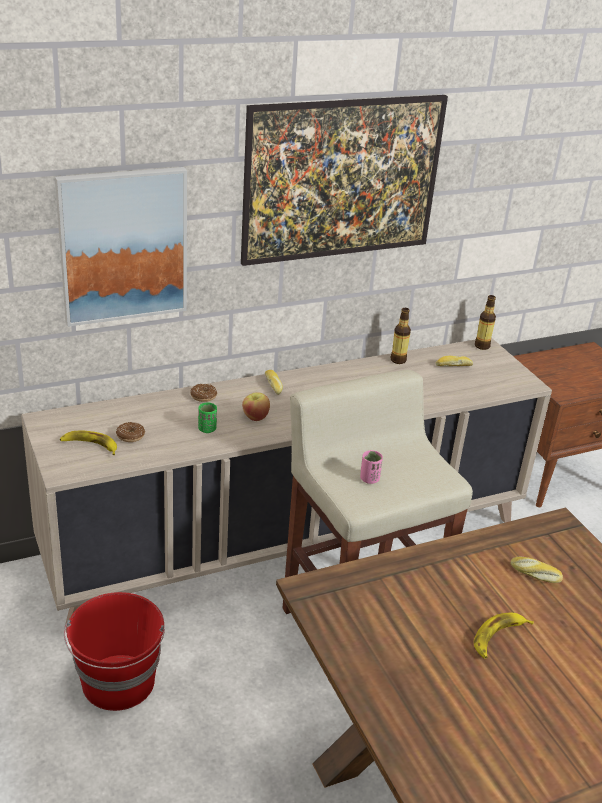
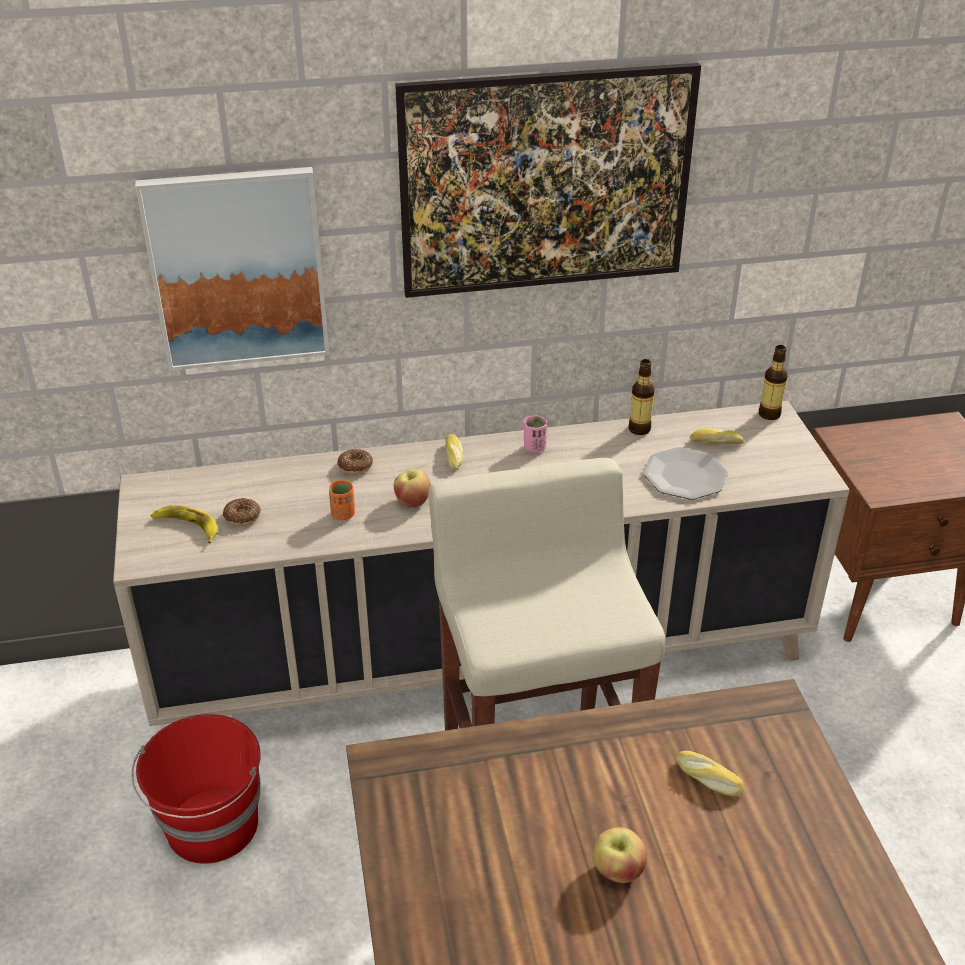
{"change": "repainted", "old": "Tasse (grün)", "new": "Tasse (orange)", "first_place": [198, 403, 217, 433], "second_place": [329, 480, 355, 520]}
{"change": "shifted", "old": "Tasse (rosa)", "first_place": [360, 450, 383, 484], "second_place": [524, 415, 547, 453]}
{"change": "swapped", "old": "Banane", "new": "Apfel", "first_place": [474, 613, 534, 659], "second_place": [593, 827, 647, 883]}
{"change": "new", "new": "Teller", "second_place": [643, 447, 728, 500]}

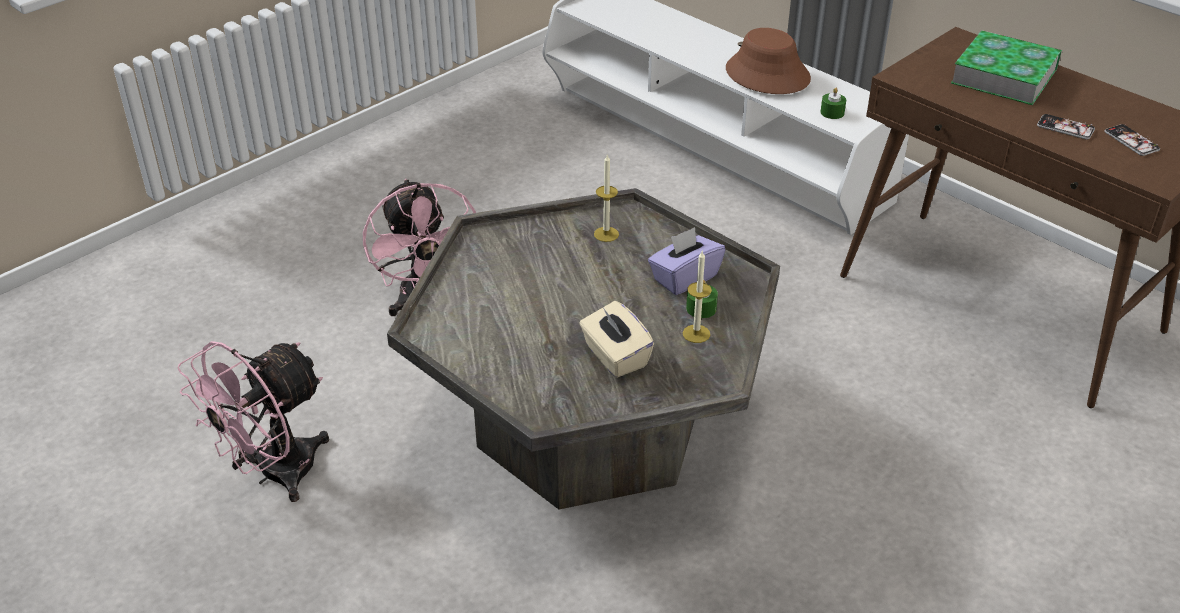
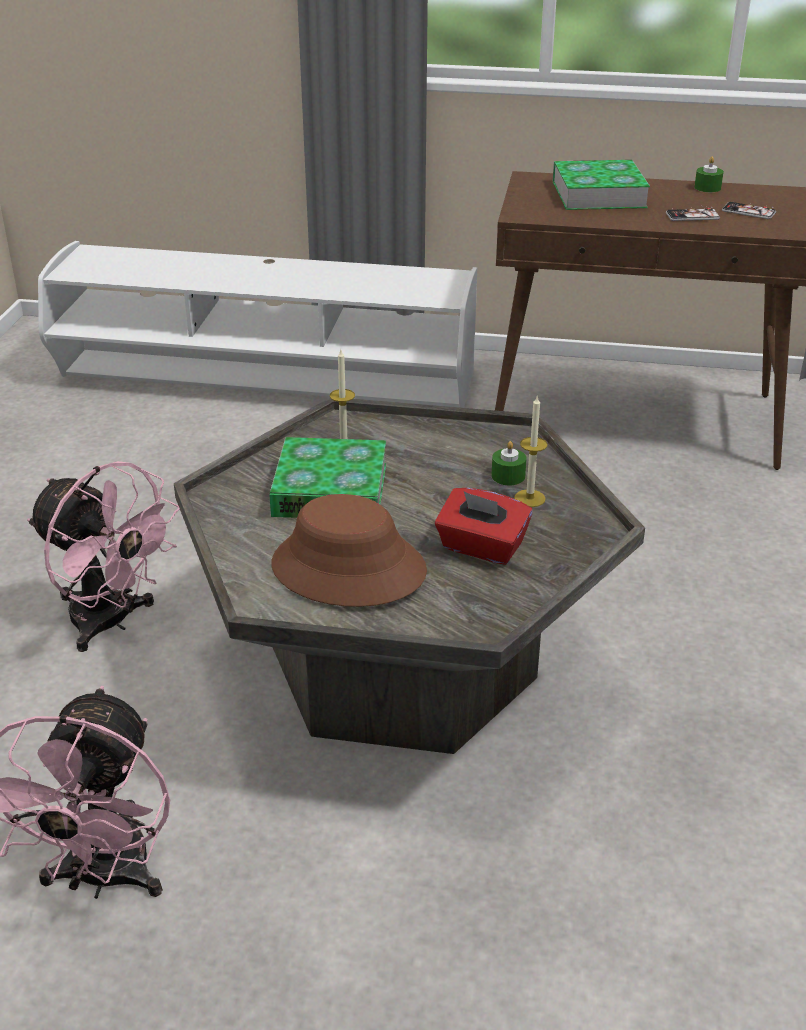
{"change": "shifted", "old": "Hut (braun)", "first_place": [726, 28, 811, 94], "second_place": [272, 494, 427, 607]}
{"change": "shifted", "old": "Kerze (grün)", "first_place": [820, 88, 846, 119], "second_place": [694, 157, 724, 192]}
{"change": "gone", "old": "Taschentuchbox (lila)", "first_place": [648, 227, 725, 295]}
{"change": "repainted", "old": "Taschentuchbox (beige)", "new": "Taschentuchbox (rot)", "first_place": [579, 301, 654, 378], "second_place": [435, 488, 533, 565]}
{"change": "new", "new": "Buch", "second_place": [269, 437, 386, 518]}

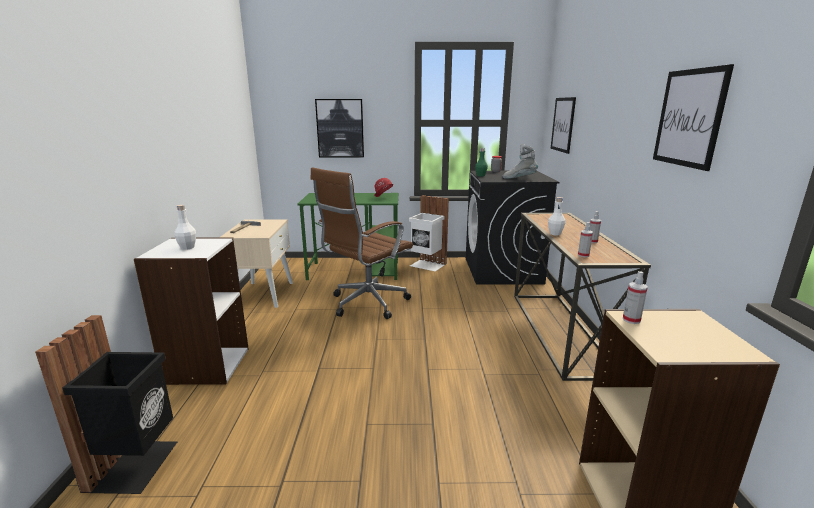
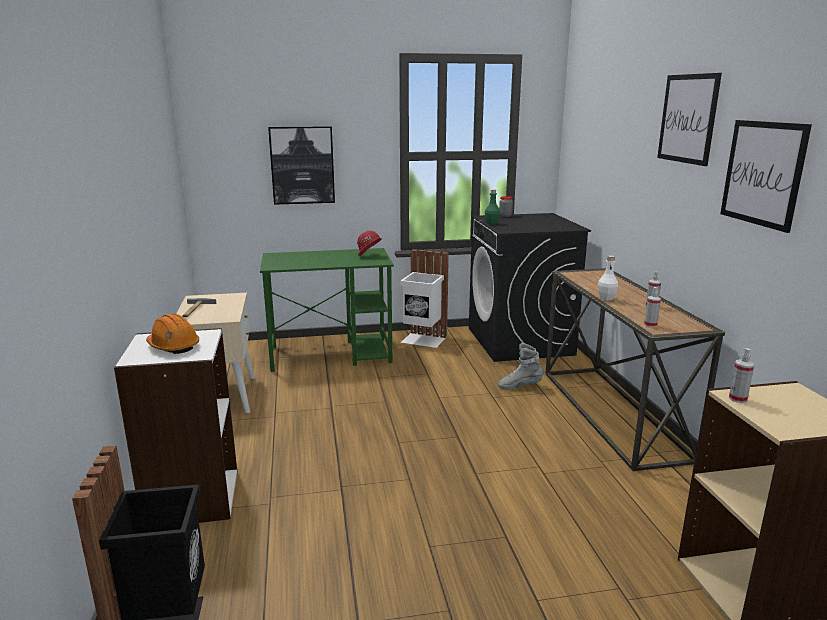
{"change": "shifted", "old": "Bild", "first_place": [550, 97, 576, 154], "second_place": [657, 73, 722, 166]}
{"change": "shifted", "old": "Stiefel (grau)", "first_place": [503, 144, 538, 179], "second_place": [498, 343, 544, 389]}
{"change": "gone", "old": "Bürostuhl (braun)", "first_place": [310, 167, 413, 319]}
{"change": "swapped", "old": "Flasche (weiß)", "new": "Schutzhelm (orange)", "first_place": [174, 205, 196, 250], "second_place": [146, 314, 199, 354]}

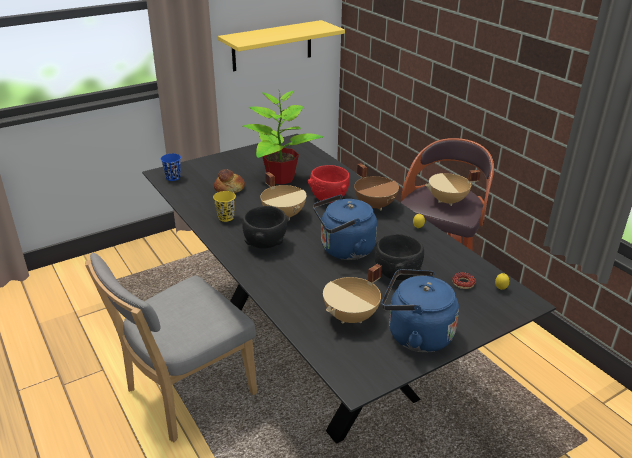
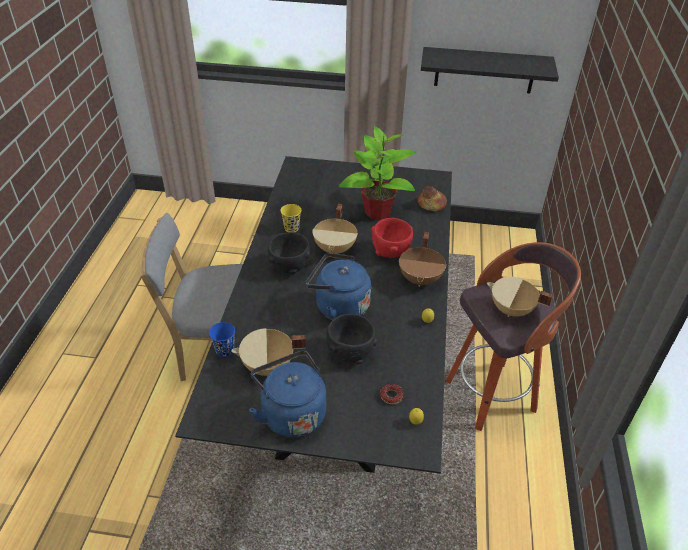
{"change": "repainted", "old": "Wandregal (gelb)", "new": "Wandregal (schwarz)", "first_place": [218, 20, 345, 71], "second_place": [421, 47, 559, 93]}
{"change": "shifted", "old": "Tasse (blau)", "first_place": [161, 154, 181, 181], "second_place": [209, 322, 235, 357]}
{"change": "shifted", "old": "Brot", "first_place": [214, 169, 245, 193], "second_place": [418, 186, 447, 211]}

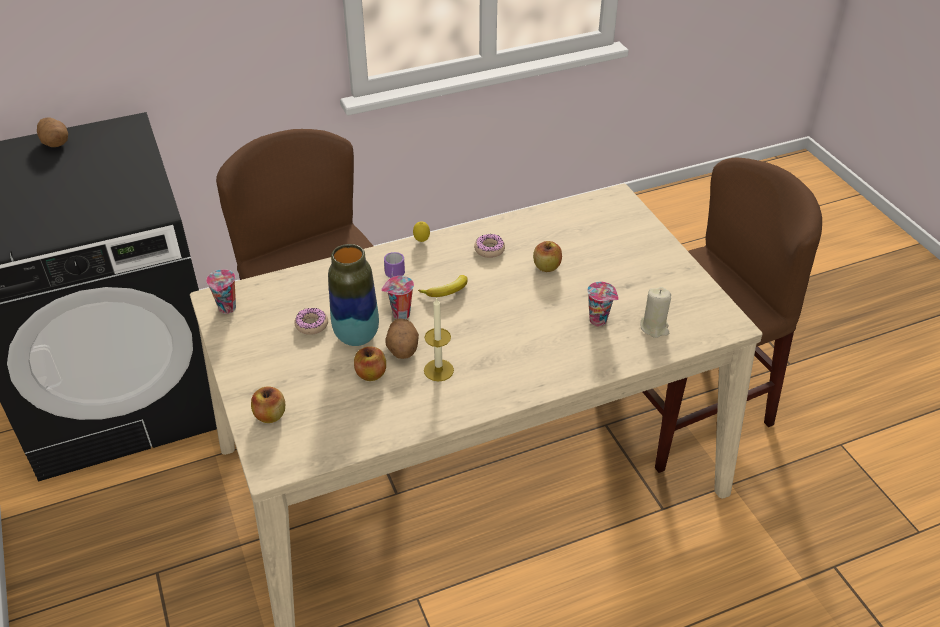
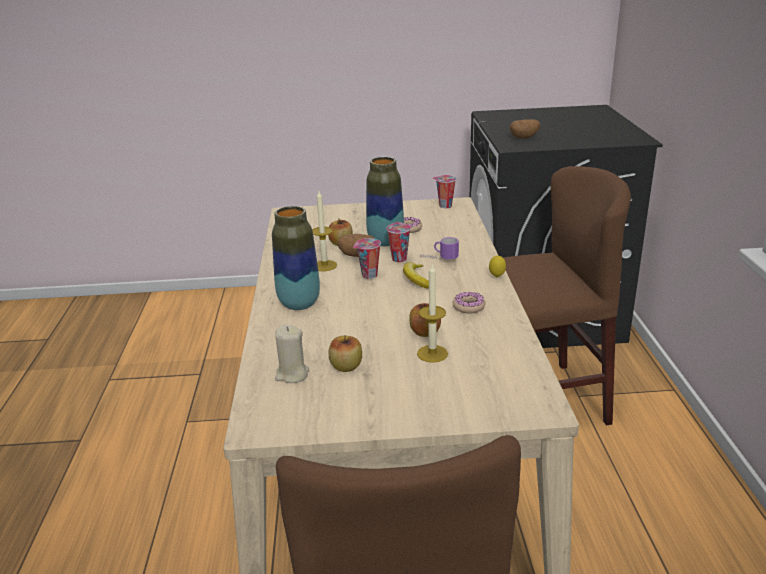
{"change": "shifted", "old": "Kartoffel", "first_place": [37, 117, 68, 147], "second_place": [510, 119, 540, 139]}
{"change": "shifted", "old": "Tasse", "first_place": [587, 282, 619, 326], "second_place": [353, 238, 381, 279]}
{"change": "shifted", "old": "Apfel", "first_place": [251, 386, 285, 423], "second_place": [329, 335, 362, 372]}
{"change": "new", "new": "Vase", "second_place": [272, 206, 320, 310]}
{"change": "new", "new": "Kerze", "second_place": [417, 264, 448, 363]}

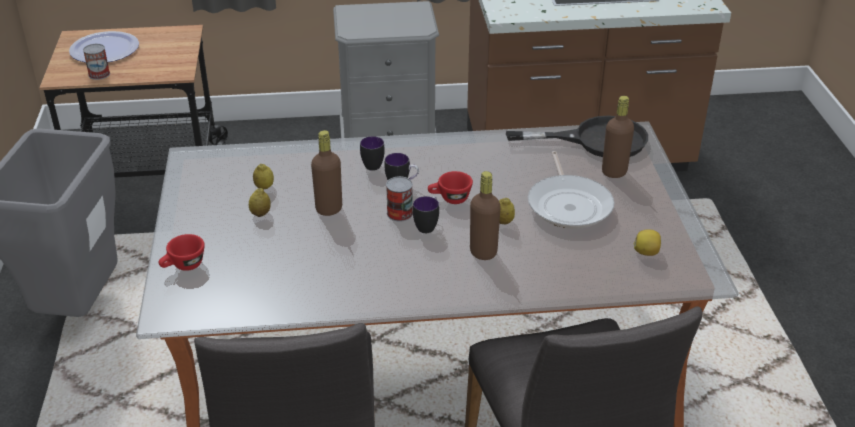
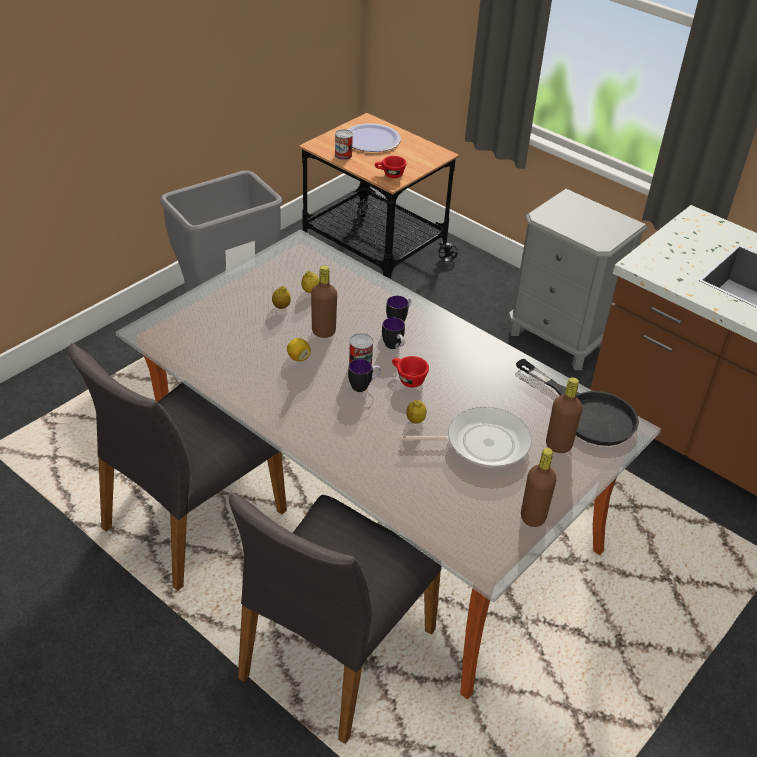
{"change": "rotated", "old": "Pfanne", "first_place": [528, 151, 614, 229], "second_place": [401, 407, 532, 468], "degrees": -135}
{"change": "shifted", "old": "Flasche (braun)", "first_place": [470, 171, 501, 260], "second_place": [521, 448, 556, 527]}
{"change": "shifted", "old": "Zitrone", "first_place": [634, 229, 661, 256], "second_place": [287, 338, 311, 361]}
{"change": "shifted", "old": "Tasse (rot)", "first_place": [158, 234, 205, 271], "second_place": [375, 156, 407, 178]}

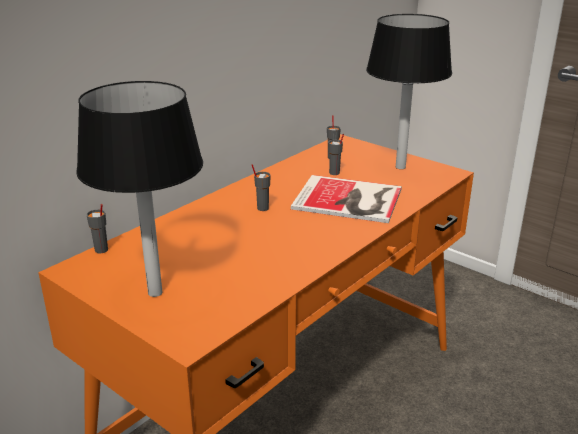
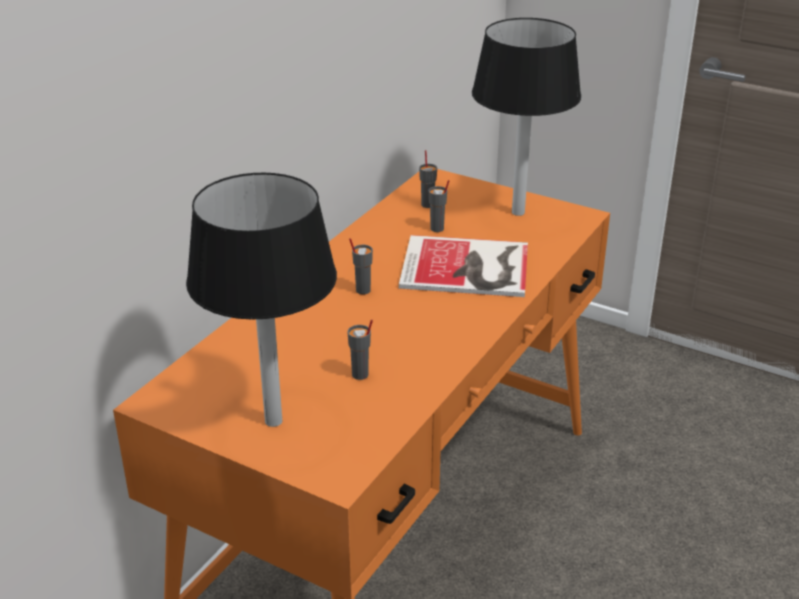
{"change": "shifted", "old": "Tasse (grau)", "first_place": [87, 204, 108, 253], "second_place": [348, 320, 373, 380]}

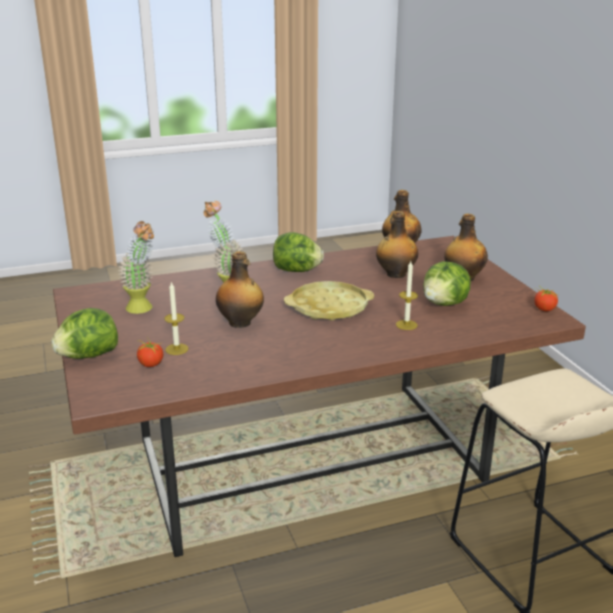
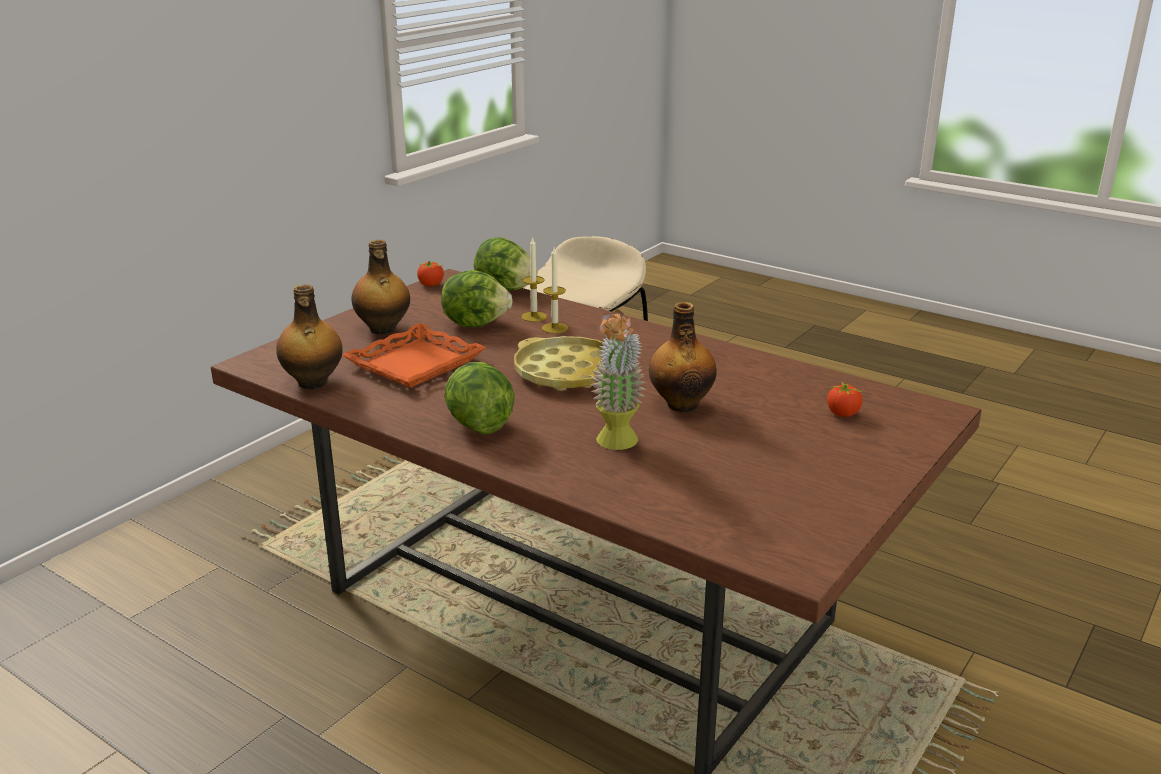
{"change": "swapped", "old": "Flasche", "new": "Tablett (orange)", "first_place": [376, 211, 418, 278], "second_place": [342, 323, 486, 388]}
{"change": "gone", "old": "Topfpflanze", "first_place": [118, 221, 154, 314]}
{"change": "shifted", "old": "Kerze", "first_place": [164, 282, 188, 355], "second_place": [521, 237, 547, 322]}
{"change": "shifted", "old": "Salatkopf", "first_place": [51, 308, 118, 359], "second_place": [474, 237, 538, 291]}

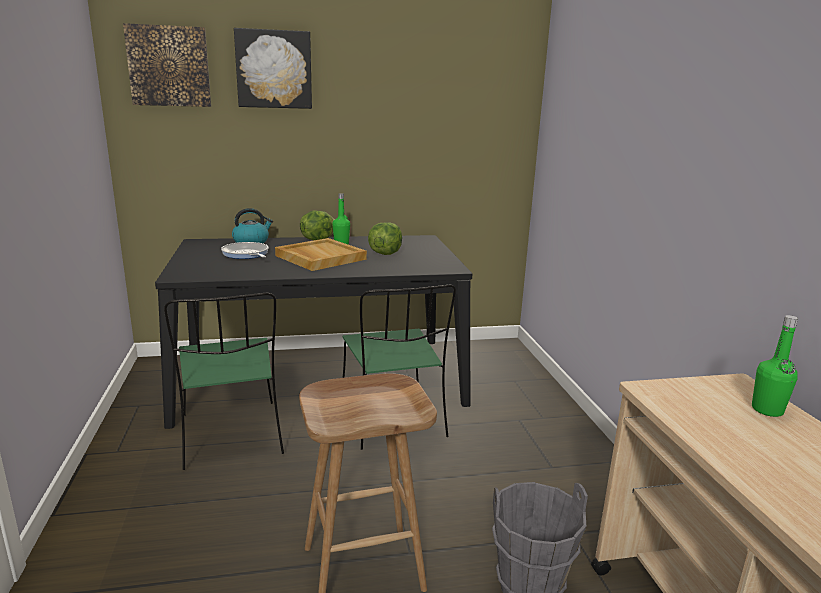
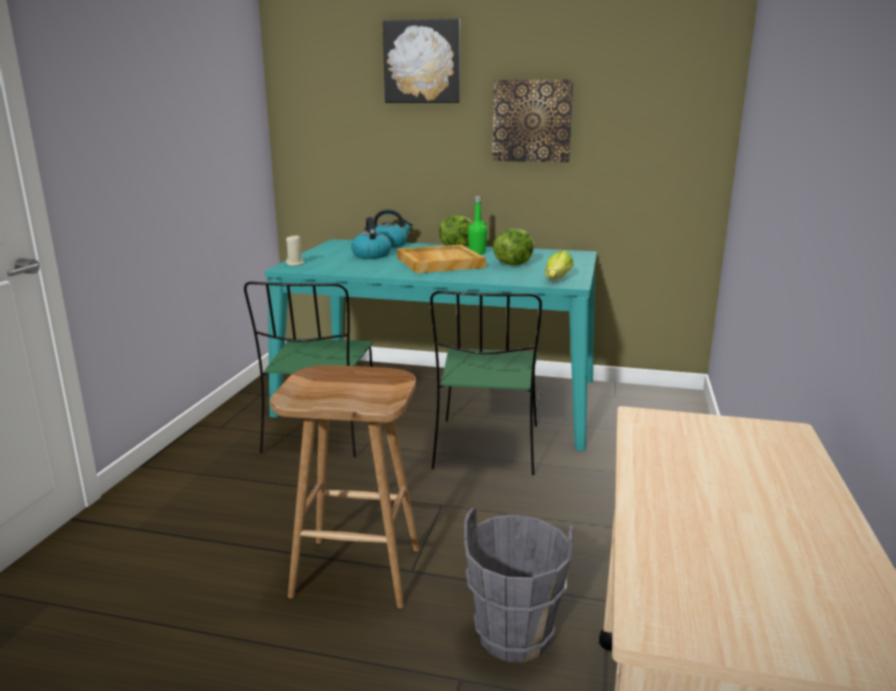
{"change": "shifted", "old": "Bild", "first_place": [123, 23, 211, 107], "second_place": [492, 79, 574, 162]}
{"change": "repainted", "old": "Esstisch (schwarz)", "new": "Esstisch (türkis)", "first_place": [155, 235, 473, 429], "second_place": [265, 239, 597, 451]}
{"change": "swapped", "old": "Pfanne", "new": "Wasserkessel", "first_place": [221, 242, 269, 259], "second_place": [351, 217, 391, 259]}
{"change": "gone", "old": "Flasche (grün)", "first_place": [752, 315, 798, 417]}
{"change": "new", "new": "Kerze (beige)", "second_place": [286, 236, 305, 266]}
{"change": "new", "new": "Salatkopf", "second_place": [545, 250, 574, 280]}

